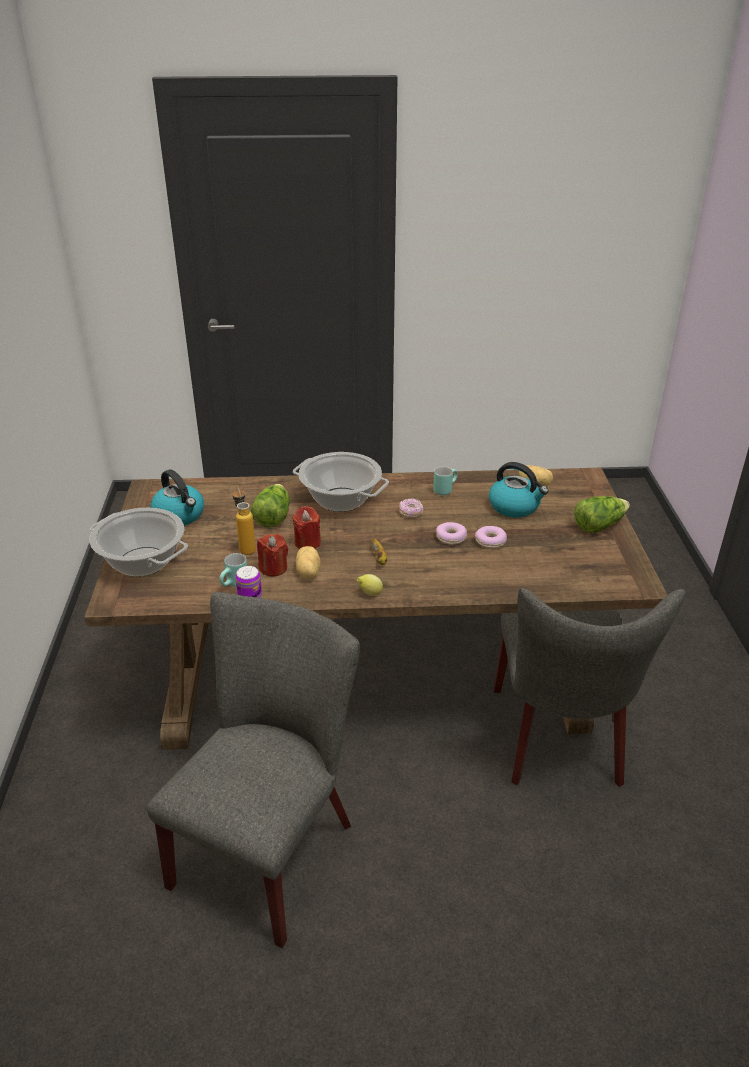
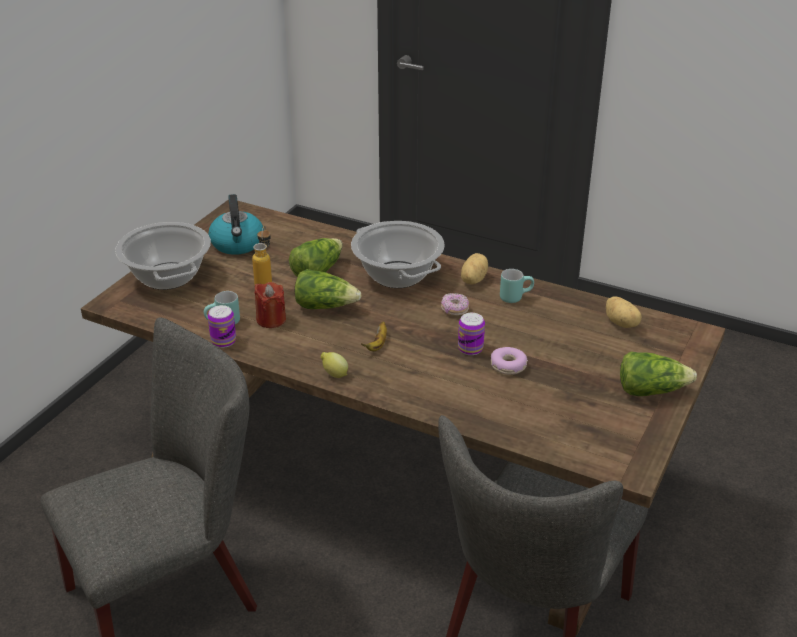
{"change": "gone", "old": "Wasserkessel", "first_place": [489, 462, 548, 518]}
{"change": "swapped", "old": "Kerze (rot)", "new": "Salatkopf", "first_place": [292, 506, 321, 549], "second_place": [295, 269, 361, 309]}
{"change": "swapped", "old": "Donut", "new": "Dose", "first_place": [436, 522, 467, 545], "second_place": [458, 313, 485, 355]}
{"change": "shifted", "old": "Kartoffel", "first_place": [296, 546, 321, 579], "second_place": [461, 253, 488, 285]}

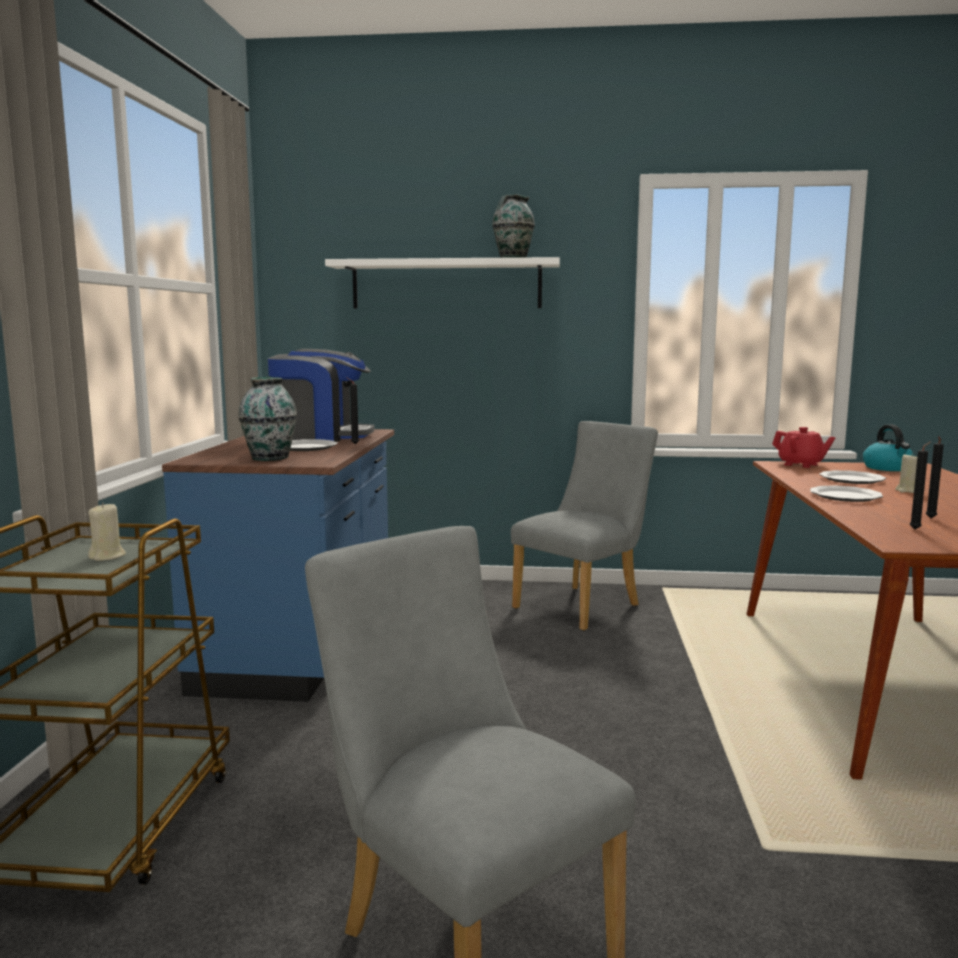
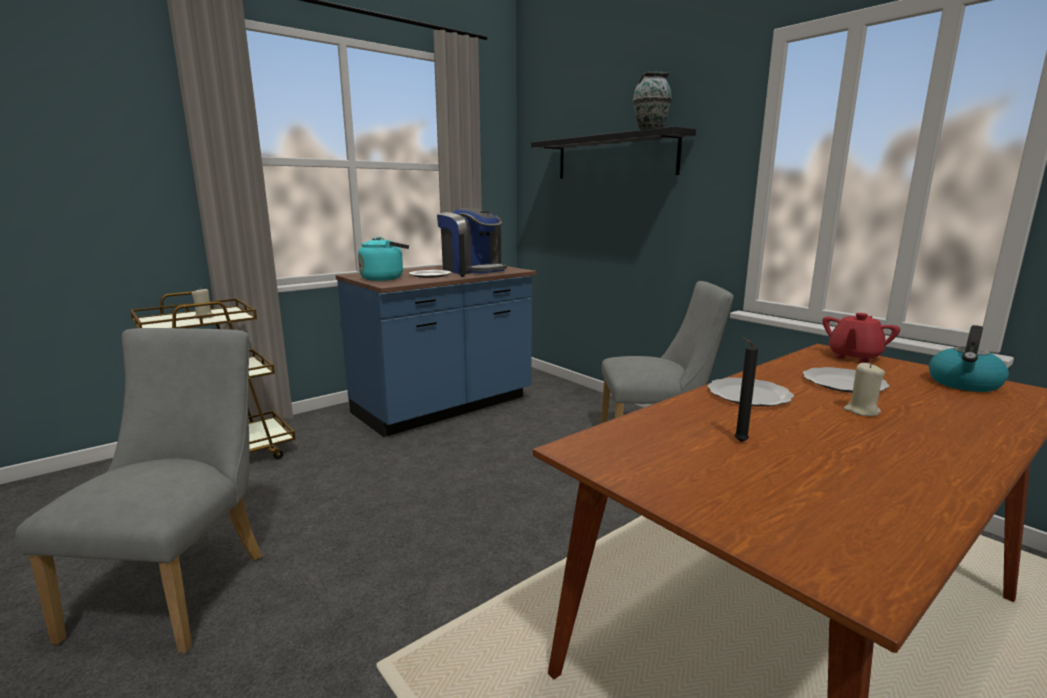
{"change": "repainted", "old": "Wandregal (weiß)", "new": "Wandregal (schwarz)", "first_place": [325, 257, 560, 309], "second_place": [531, 126, 696, 179]}
{"change": "swapped", "old": "Vase", "new": "Wasserkessel (türkis)", "first_place": [238, 377, 297, 461], "second_place": [358, 237, 409, 281]}
{"change": "rotated", "old": "Teekanne (rot)", "first_place": [772, 427, 836, 468], "second_place": [822, 313, 900, 363], "degrees": 45}
{"change": "gone", "old": "Kerze (schwarz)", "first_place": [909, 442, 931, 529]}

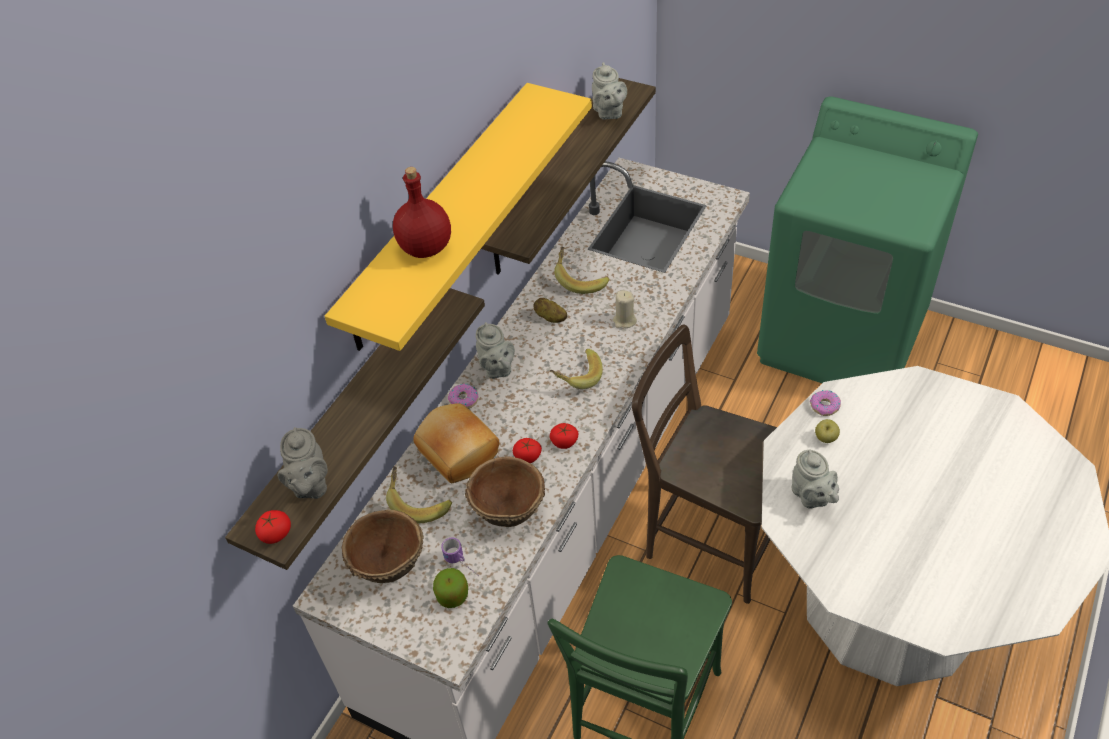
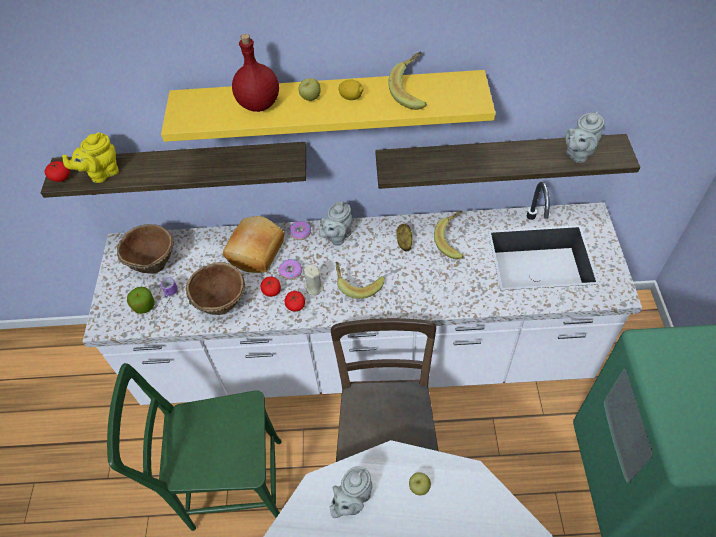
{"change": "shifted", "old": "Kerze (beige)", "first_place": [613, 290, 637, 328], "second_place": [304, 264, 324, 296]}
{"change": "shifted", "old": "Donut", "first_place": [810, 390, 841, 416], "second_place": [278, 259, 302, 280]}
{"change": "repainted", "old": "Teekanne (grau)", "new": "Teekanne (gelb)", "first_place": [278, 427, 328, 499], "second_place": [62, 132, 119, 183]}
{"change": "shifted", "old": "Banane", "first_place": [386, 466, 452, 523], "second_place": [388, 52, 427, 110]}
{"change": "new", "new": "Apfel", "second_place": [298, 78, 321, 101]}
{"change": "new", "new": "Zitrone", "second_place": [338, 80, 364, 100]}

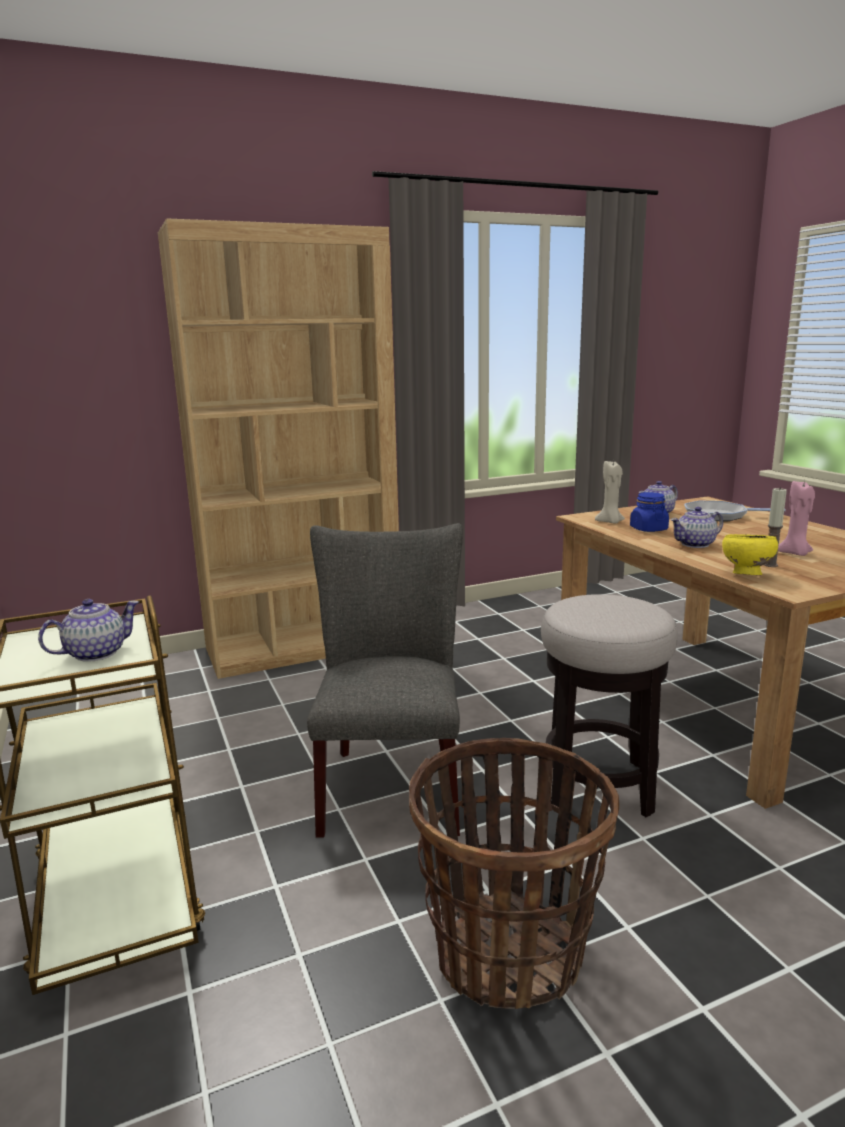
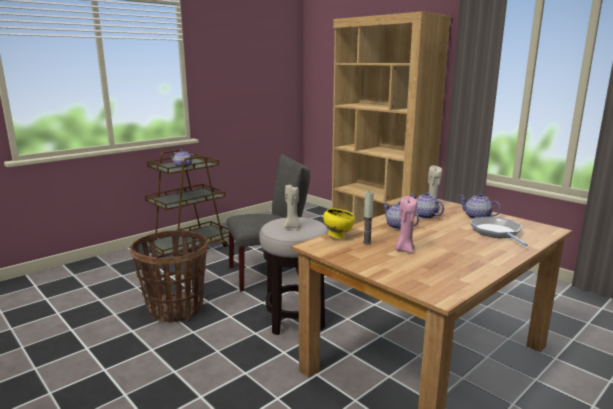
{"change": "swapped", "old": "Vorratsglas (blau)", "new": "Teekanne", "first_place": [630, 492, 669, 532], "second_place": [410, 192, 444, 219]}
{"change": "new", "new": "Kerze (beige)", "second_place": [284, 185, 301, 228]}

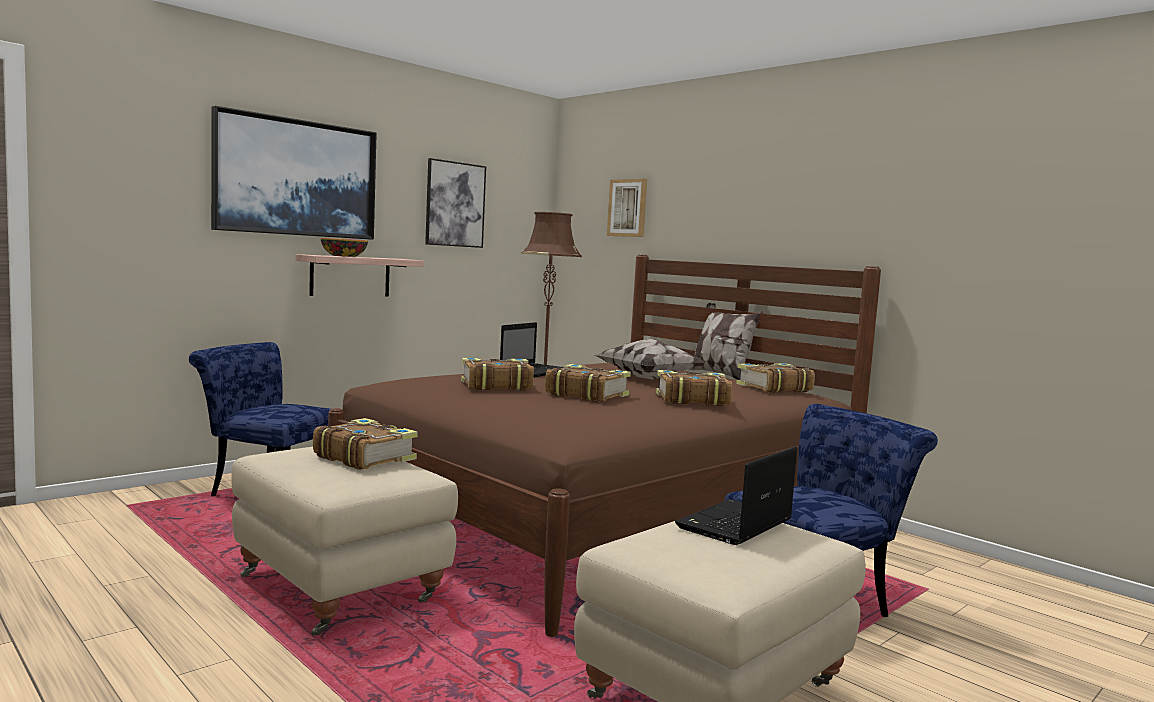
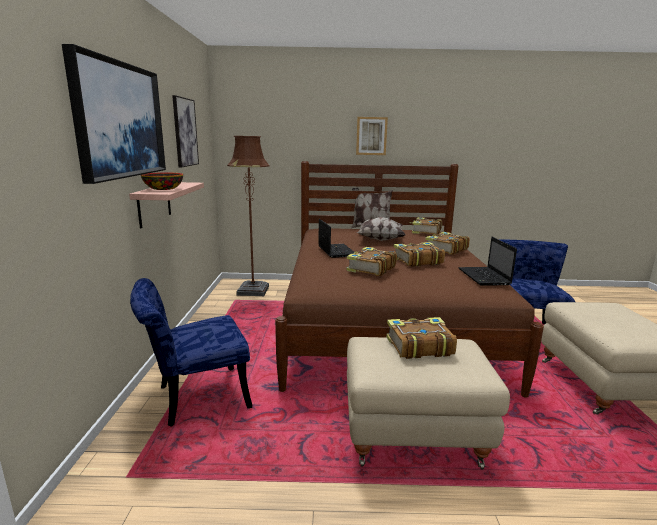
{"change": "shifted", "old": "Bild", "first_place": [607, 179, 647, 237], "second_place": [356, 117, 388, 155]}
{"change": "shifted", "old": "Laptop", "first_place": [675, 447, 797, 545], "second_place": [458, 237, 517, 286]}

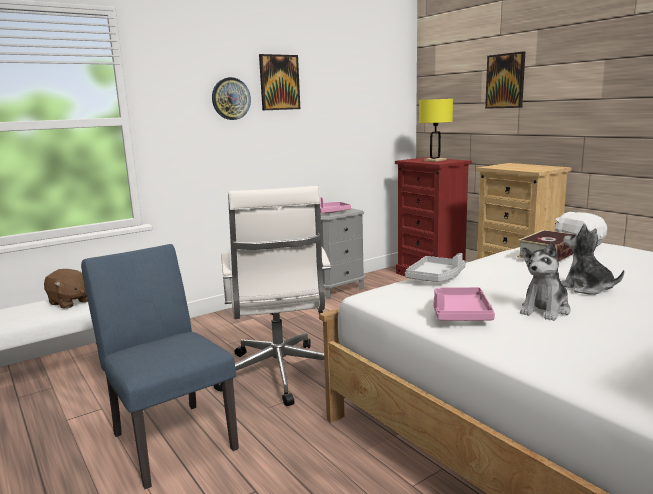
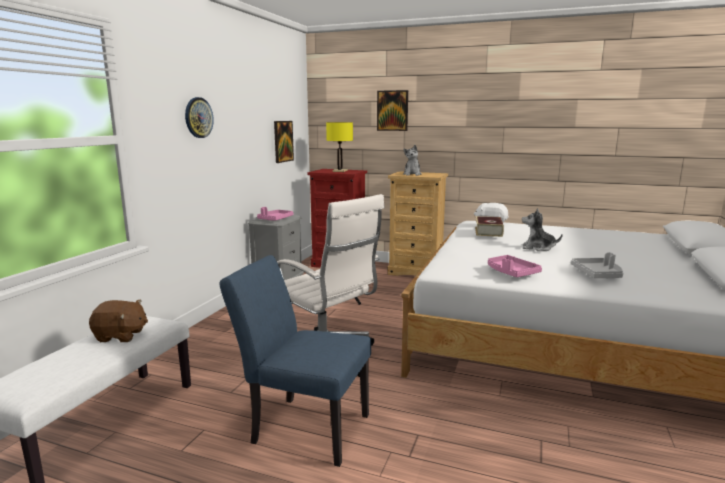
{"change": "shifted", "old": "Bild", "first_place": [259, 54, 300, 110], "second_place": [274, 121, 294, 163]}
{"change": "shifted", "old": "Plüschtier", "first_place": [520, 241, 571, 321], "second_place": [403, 145, 422, 176]}
{"change": "shifted", "old": "Tablett (grau)", "first_place": [405, 253, 466, 282], "second_place": [571, 252, 623, 278]}

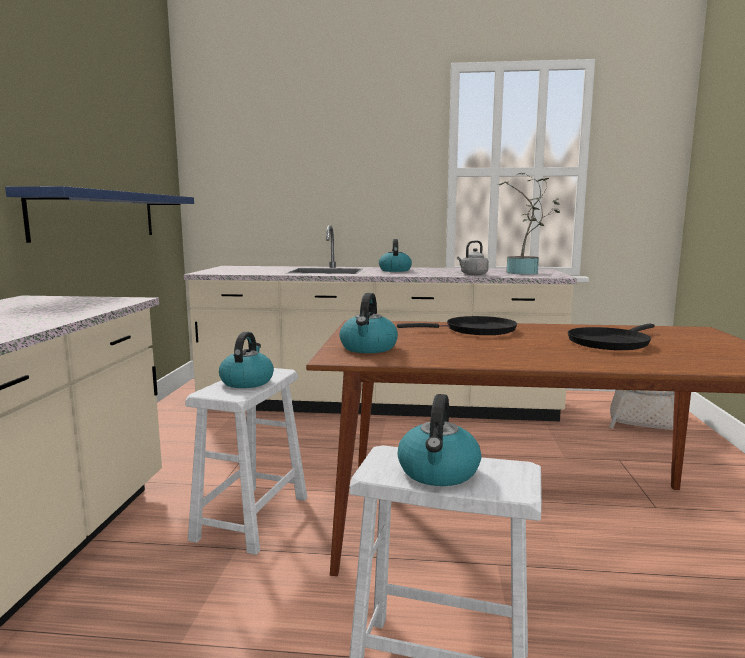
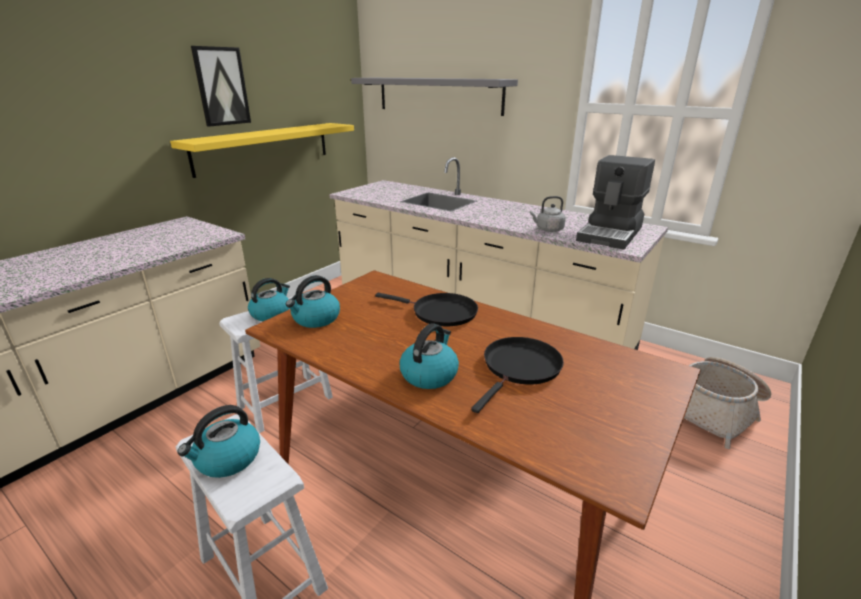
{"change": "swapped", "old": "Topfpflanze", "new": "Kaffeemaschine", "first_place": [497, 173, 560, 274], "second_place": [576, 155, 655, 250]}
{"change": "repainted", "old": "Wandregal (blau)", "new": "Wandregal (gelb)", "first_place": [5, 186, 194, 243], "second_place": [170, 123, 354, 178]}
{"change": "shifted", "old": "Wasserkessel", "first_place": [379, 239, 412, 272], "second_place": [399, 323, 459, 389]}
{"change": "rotated", "old": "Pfanne (schwarz)", "first_place": [568, 324, 655, 350], "second_place": [471, 337, 564, 413], "degrees": 135}
{"change": "new", "new": "Bild", "second_place": [191, 46, 251, 127]}
{"change": "new", "new": "Wandregal (grau)", "second_place": [351, 78, 518, 116]}

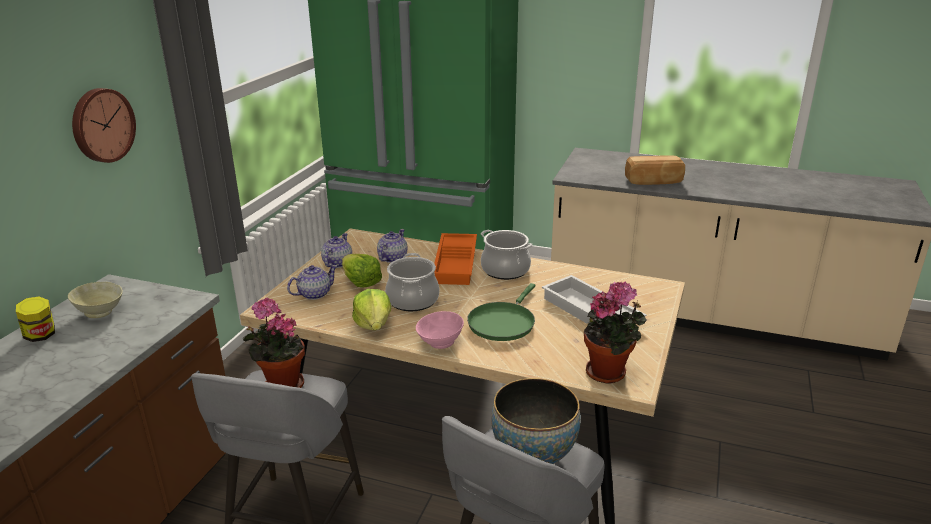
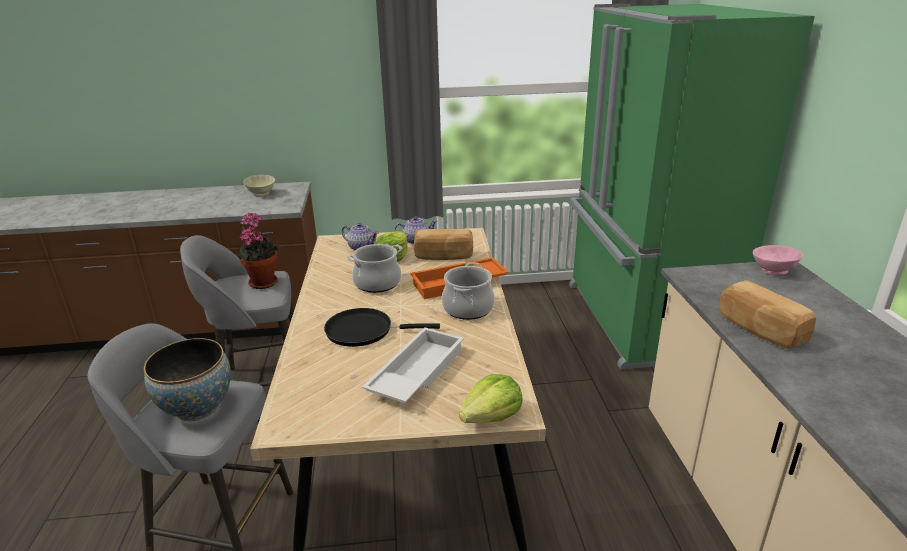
{"change": "gone", "old": "Wanduhr", "first_place": [72, 88, 136, 163]}
{"change": "swapped", "old": "Teekanne", "new": "Brot", "first_place": [377, 229, 408, 263], "second_place": [414, 229, 473, 260]}
{"change": "gone", "old": "Topfpflanze", "first_place": [584, 281, 647, 384]}
{"change": "repainted", "old": "Pfanne (grün)", "new": "Pfanne (schwarz)", "first_place": [467, 283, 535, 341], "second_place": [324, 308, 440, 347]}
{"change": "shifted", "old": "Salatkopf", "first_place": [352, 289, 391, 330], "second_place": [459, 374, 523, 423]}
{"change": "gone", "old": "Vorratsglas", "first_place": [16, 297, 55, 342]}
{"change": "shifted", "old": "Schüssel (rosa)", "first_place": [416, 311, 464, 349], "second_place": [753, 245, 803, 276]}

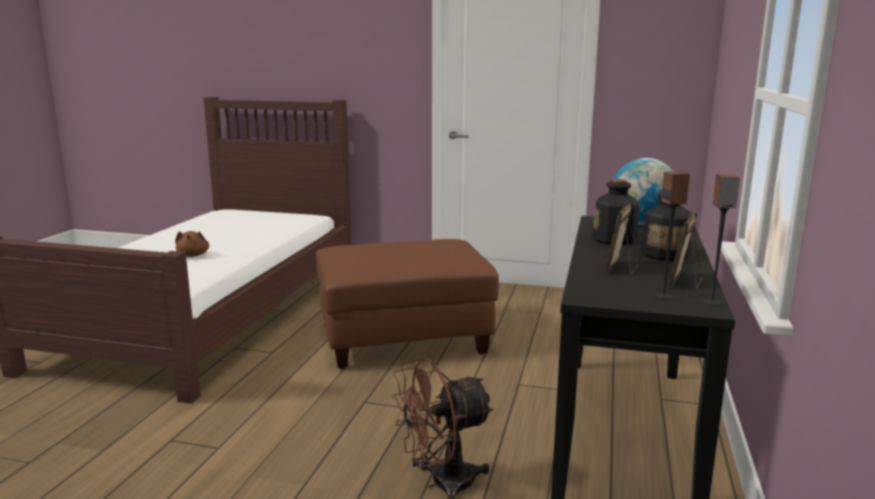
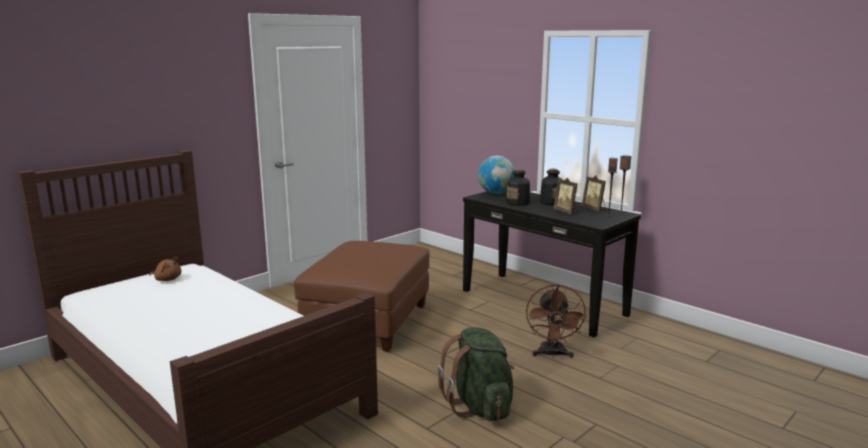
{"change": "shifted", "old": "Plüschtier (braun)", "first_place": [175, 231, 209, 257], "second_place": [149, 257, 181, 281]}
{"change": "new", "new": "Rucksack (grün)", "second_place": [438, 327, 515, 421]}

